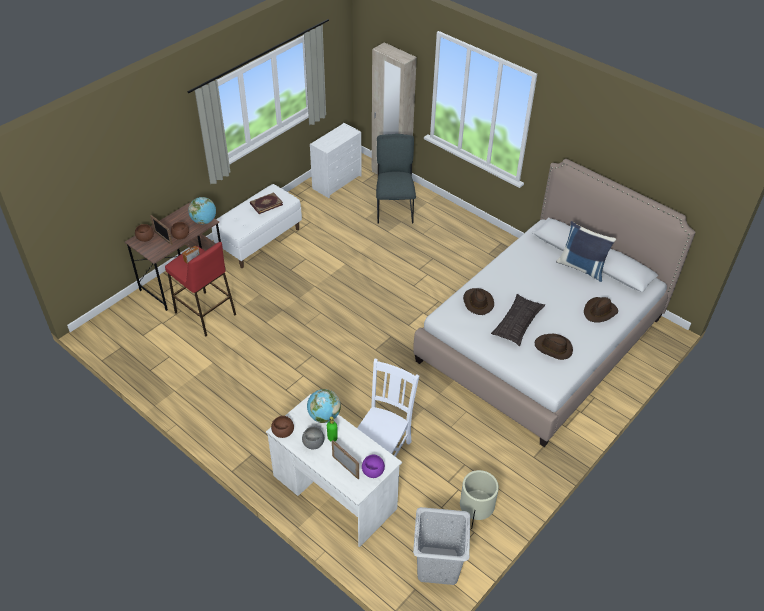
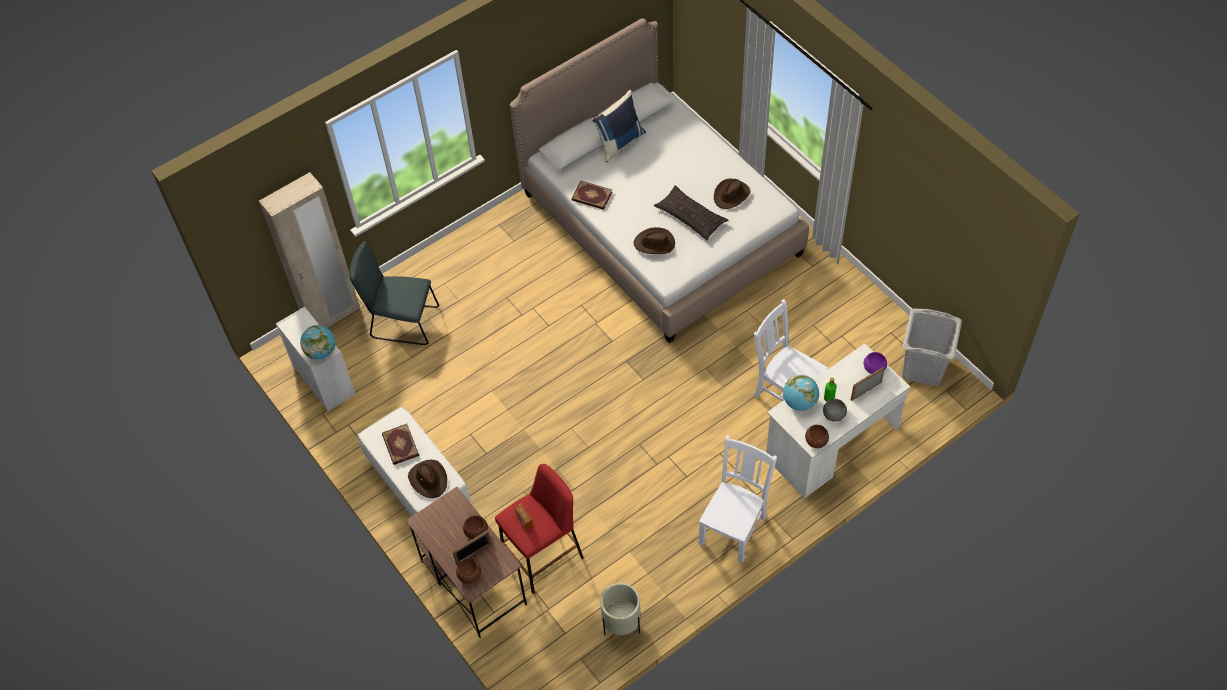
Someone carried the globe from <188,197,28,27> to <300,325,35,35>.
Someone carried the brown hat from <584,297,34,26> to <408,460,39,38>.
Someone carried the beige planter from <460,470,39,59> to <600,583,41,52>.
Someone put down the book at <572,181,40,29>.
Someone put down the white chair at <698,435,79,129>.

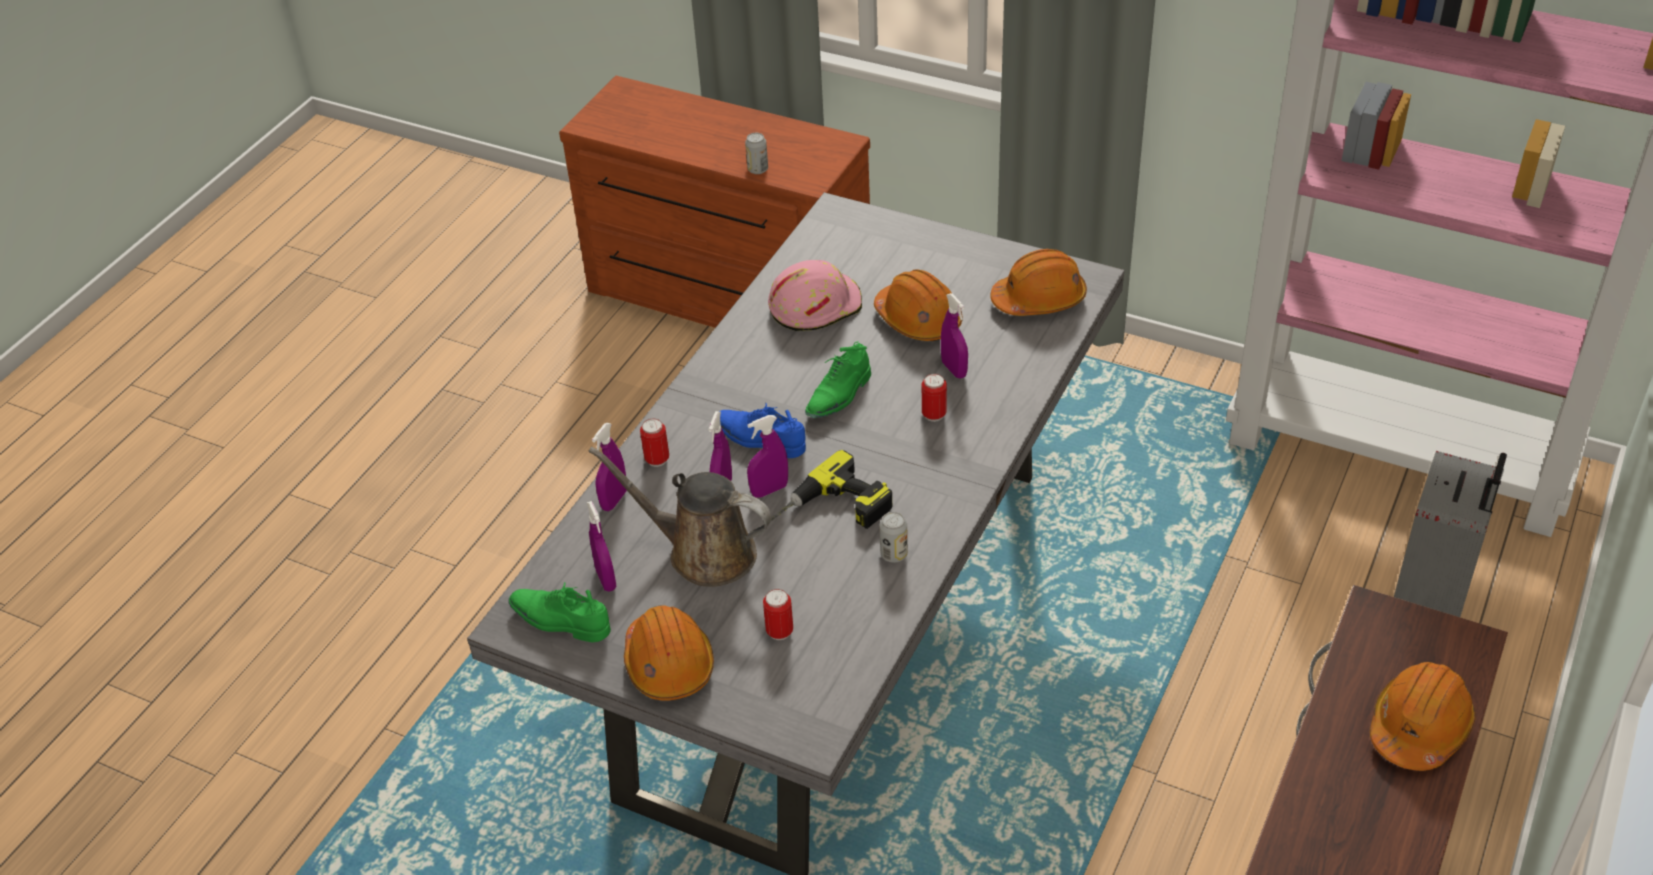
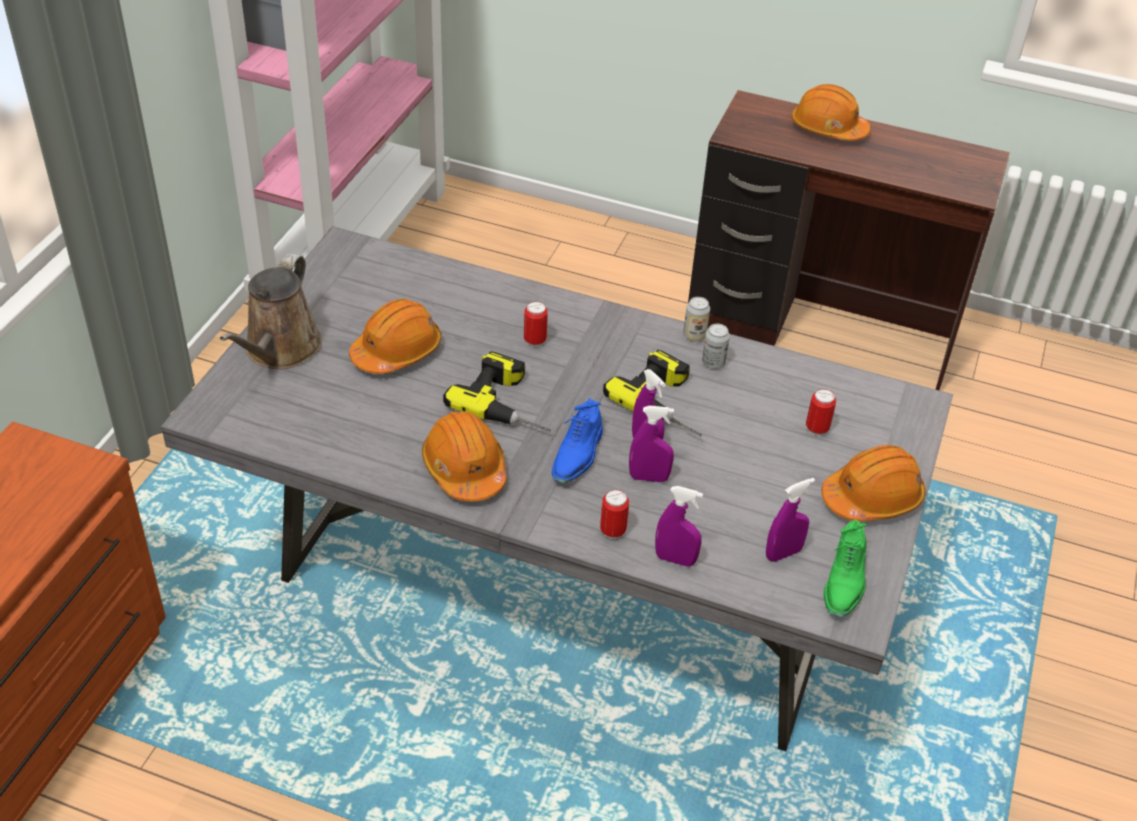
Someone carried the can from <745,133,23,41> to <683,297,27,45>.
Someone carried the orange hard hat from <990,249,97,67> to <422,412,85,89>.
Someone took away the pink hard hat at <768,260,94,71>.
Someone took away the purple spray bottle at <941,293,27,85>.
Someone swapped the green shoe at <805,342,66,77> for the power drill at <443,351,108,81>.
Someone carried the brown watering can from <588,446,184,141> to <220,253,102,116>.
Someone took away the grey suitcase at <1394,451,113,166>.

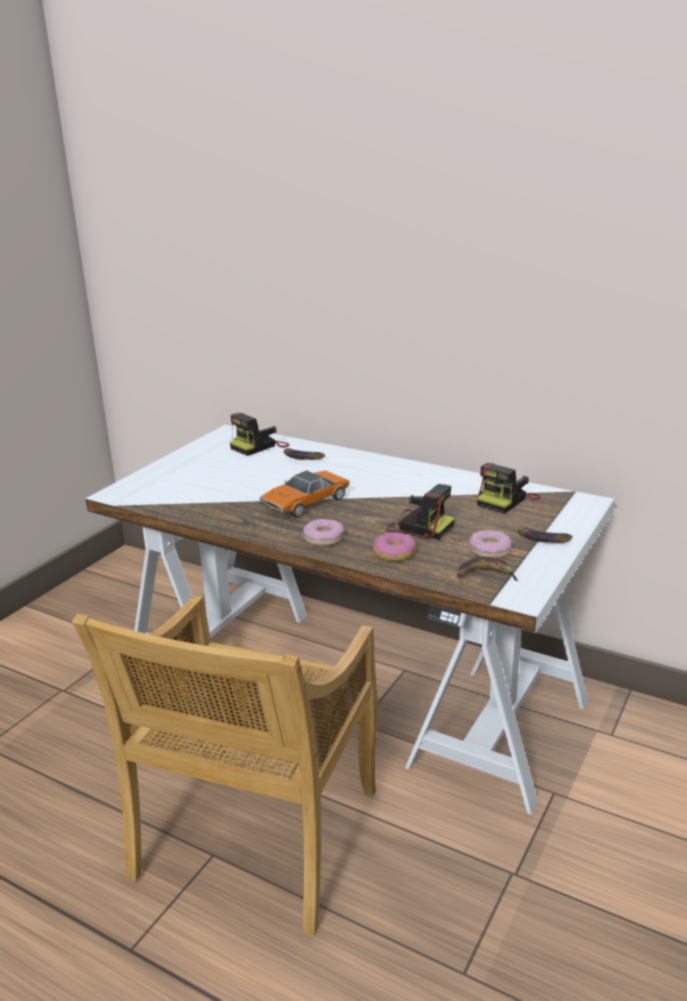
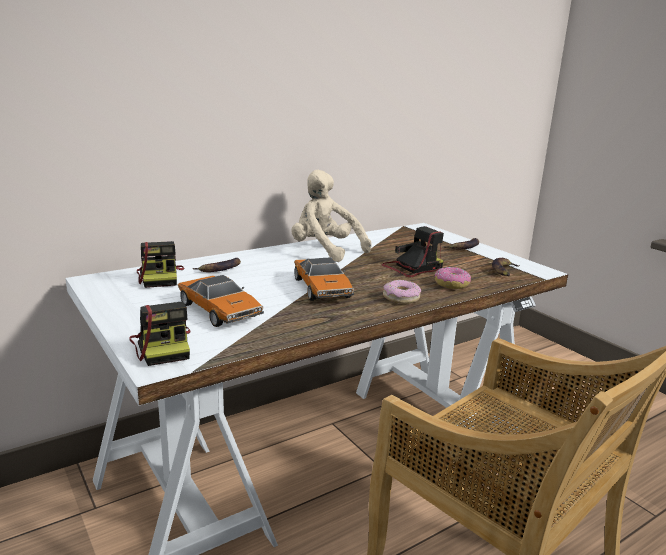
Someone carried the photo camera from <477,463,64,51> to <129,302,62,64>.
Someone took away the donut at <469,530,42,28>.
Someone put down the beige plush toy at <291,170,81,92>.
Someone put down the toy car at <177,275,87,52>.

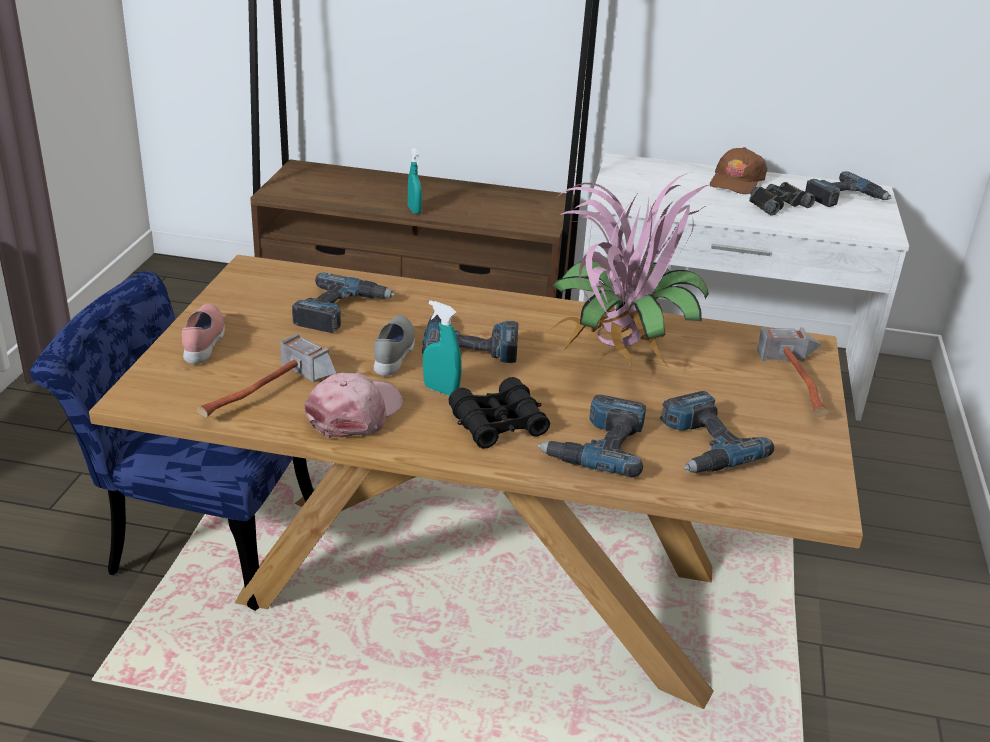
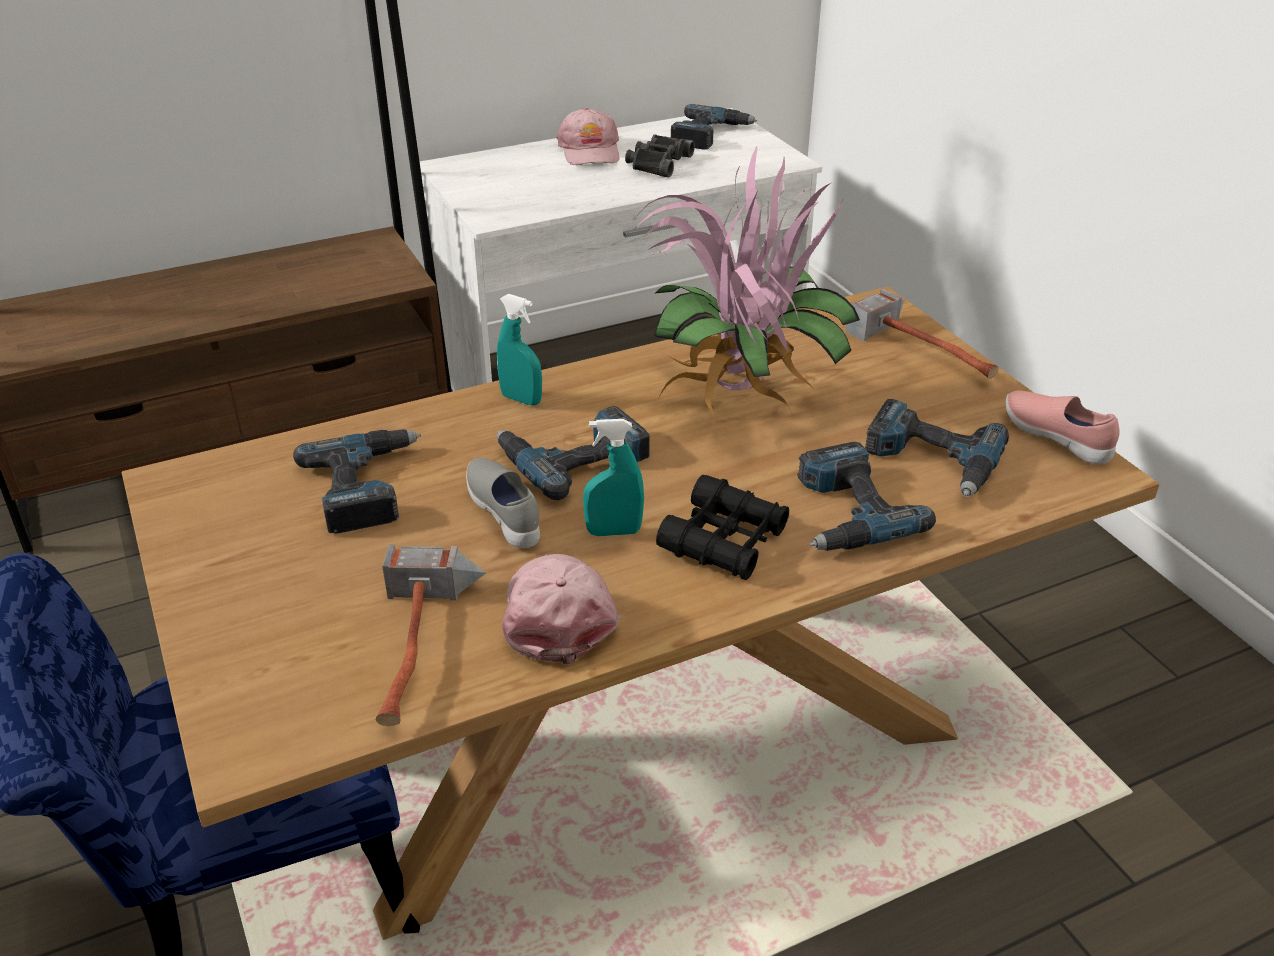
Someone repainted the brown cap at <710,147,57,47>, which became the pink cap at <557,107,63,58>.
Someone carried the turquoise spray bottle from <408,148,14,66> to <497,294,45,111>.
Someone carried the pink shoe from <182,304,43,60> to <1006,390,114,74>.

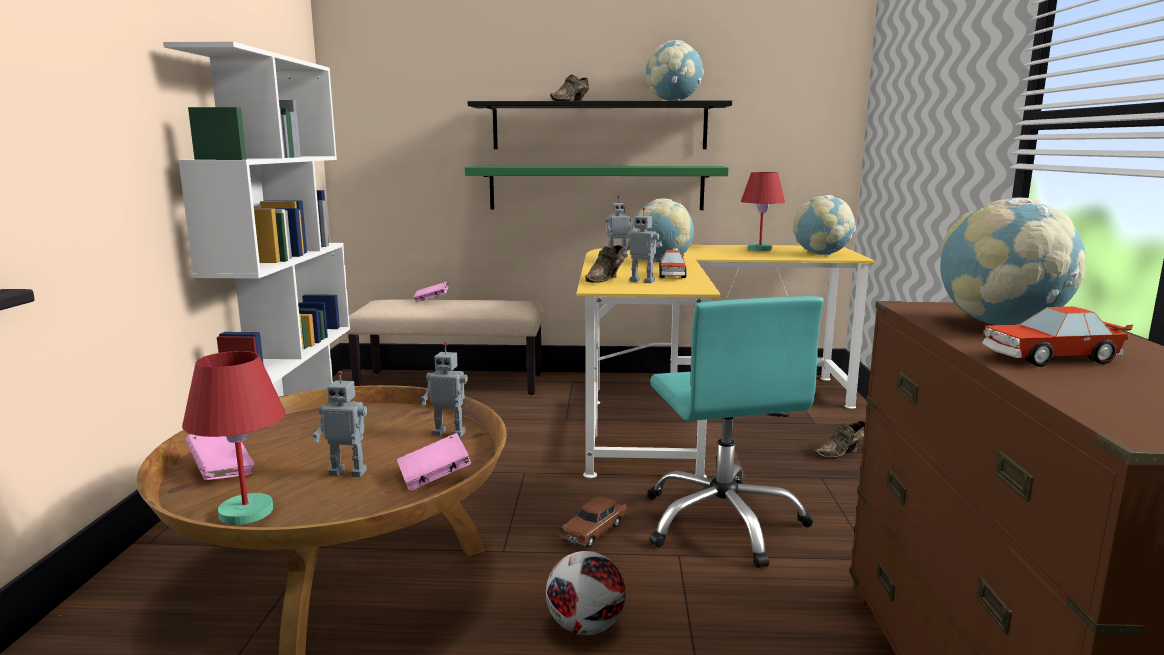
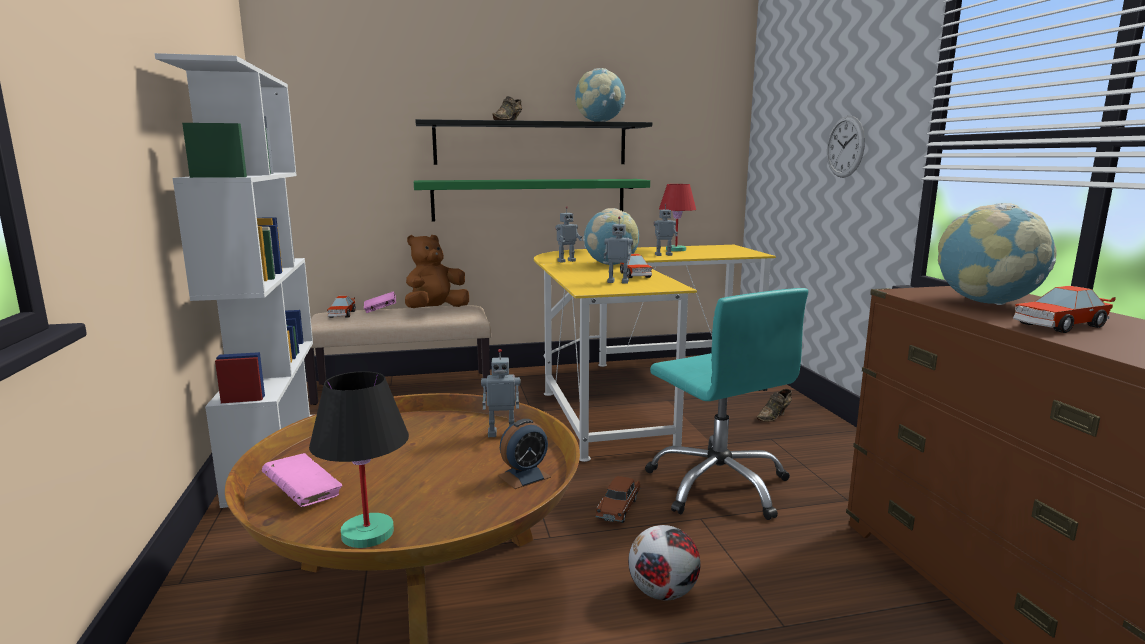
Someone took away the globe at <793,195,63,60>.
Someone took away the brown shoe at <585,245,39,38>.
Someone repainted the red table lamp at <182,351,103,174>, which became the black table lamp at <309,371,100,177>.
Someone carried the toy robot from <312,371,55,106> to <654,203,24,53>.
Someone swapped the pink book at <397,433,74,58> for the alarm clock at <498,419,53,70>.
Someone put up the wall clock at <827,115,38,63>.
Someone put down the brown plush toy at <405,235,64,73>.
Someone put down the toy car at <327,296,29,22>.

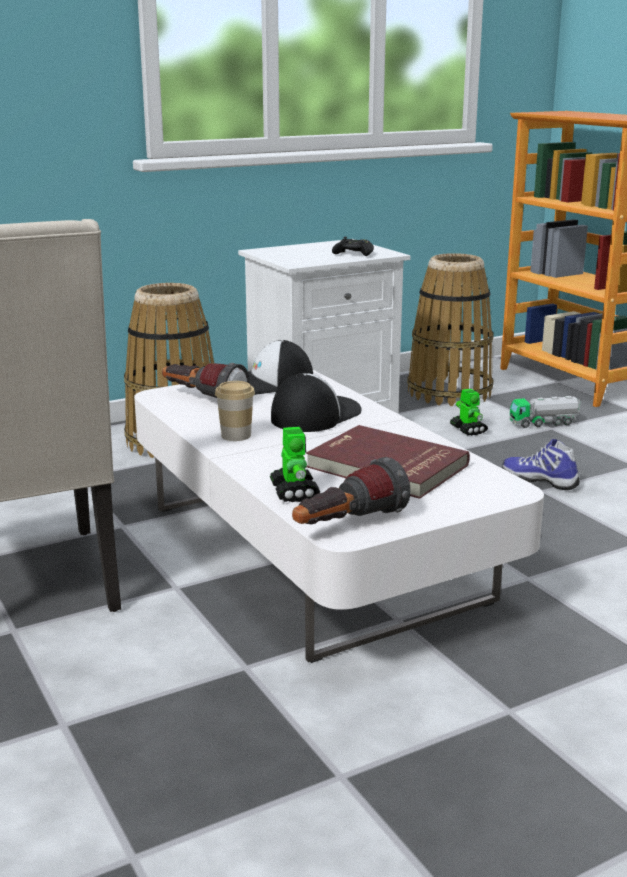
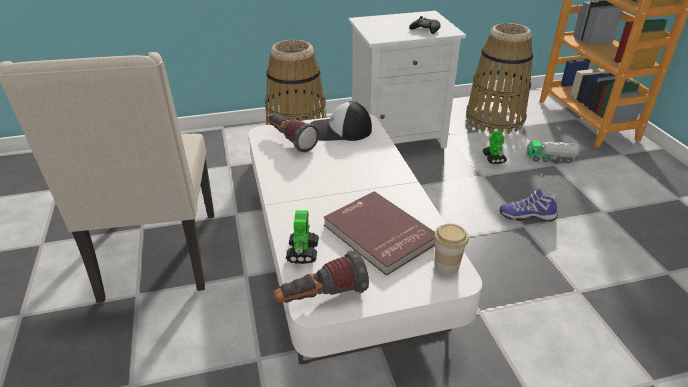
Someone took away the cap at <271,373,91,59>.
Someone carried the cup from <215,381,40,60> to <434,224,35,50>.
Someone rotated the shoe at <502,439,78,51> by 45 degrees counterclockwise.

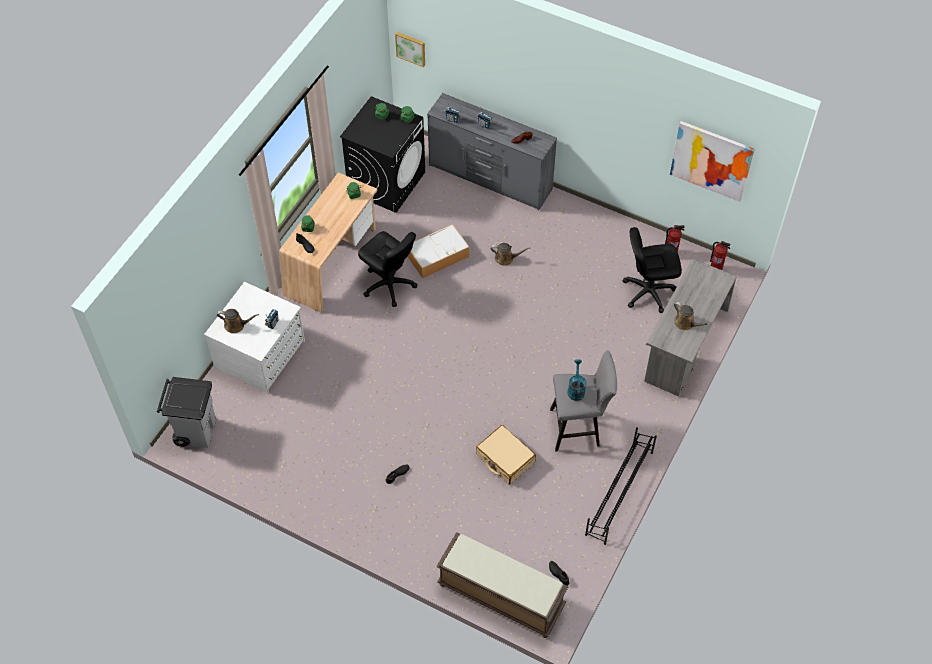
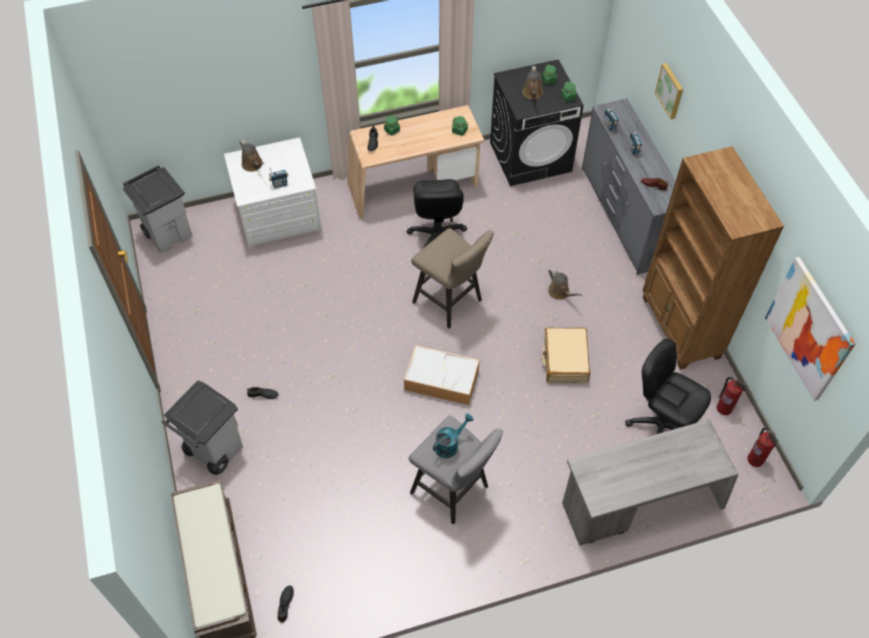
Someone carried the picture from <395,32,30,35> to <655,63,28,56>.
Someone carried the storage box from <407,224,62,54> to <404,345,76,60>.
Someone carried the brown watering can from <674,302,36,28> to <522,66,21,33>.
Someone carried the beige suitcase from <476,425,60,60> to <542,328,48,55>.
Someone took away the black shoe rack at <585,427,72,118>.
Someone put down the brown bookcase at <642,146,142,224>.
Someone put down the beige stool at <411,228,83,100>.
Someone put down the grey trash can at <162,381,81,94>.

